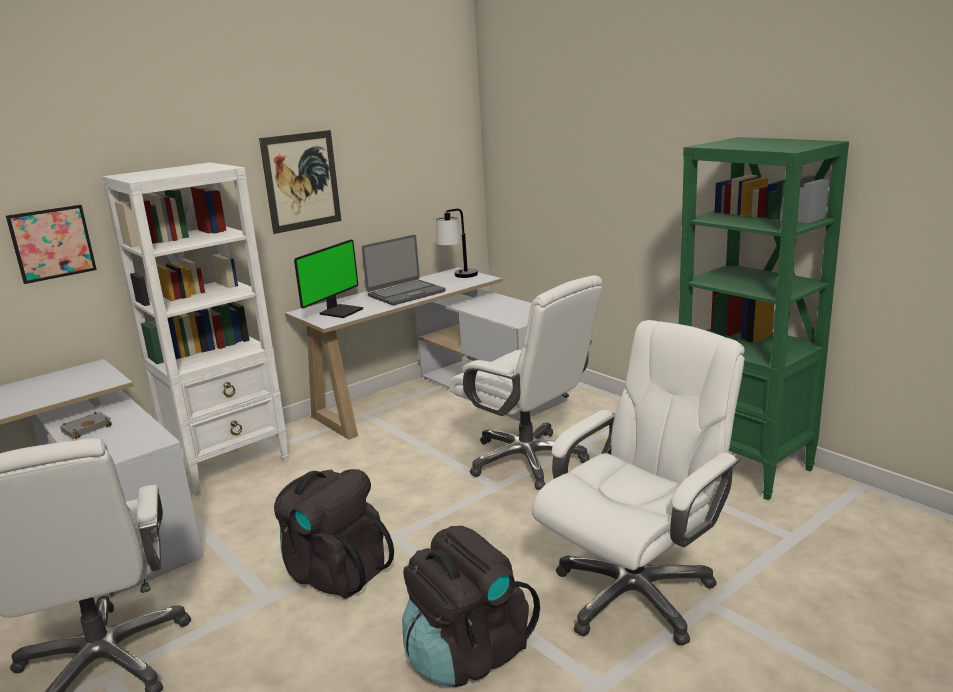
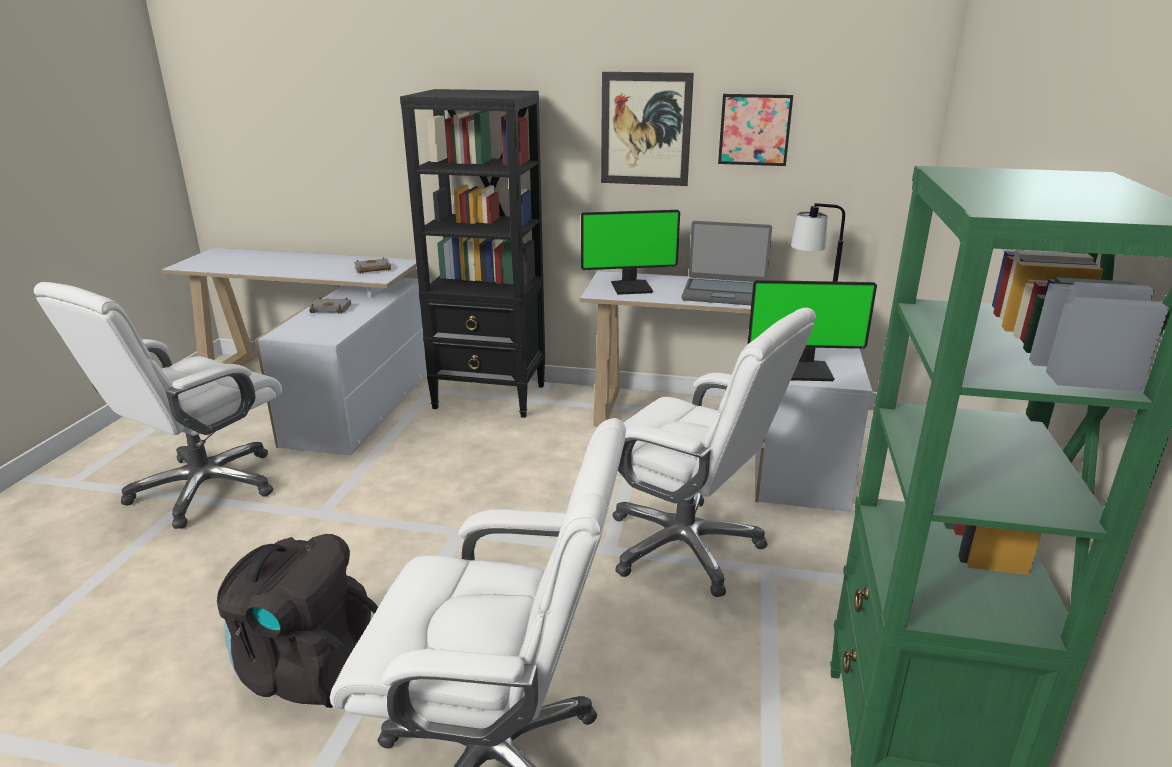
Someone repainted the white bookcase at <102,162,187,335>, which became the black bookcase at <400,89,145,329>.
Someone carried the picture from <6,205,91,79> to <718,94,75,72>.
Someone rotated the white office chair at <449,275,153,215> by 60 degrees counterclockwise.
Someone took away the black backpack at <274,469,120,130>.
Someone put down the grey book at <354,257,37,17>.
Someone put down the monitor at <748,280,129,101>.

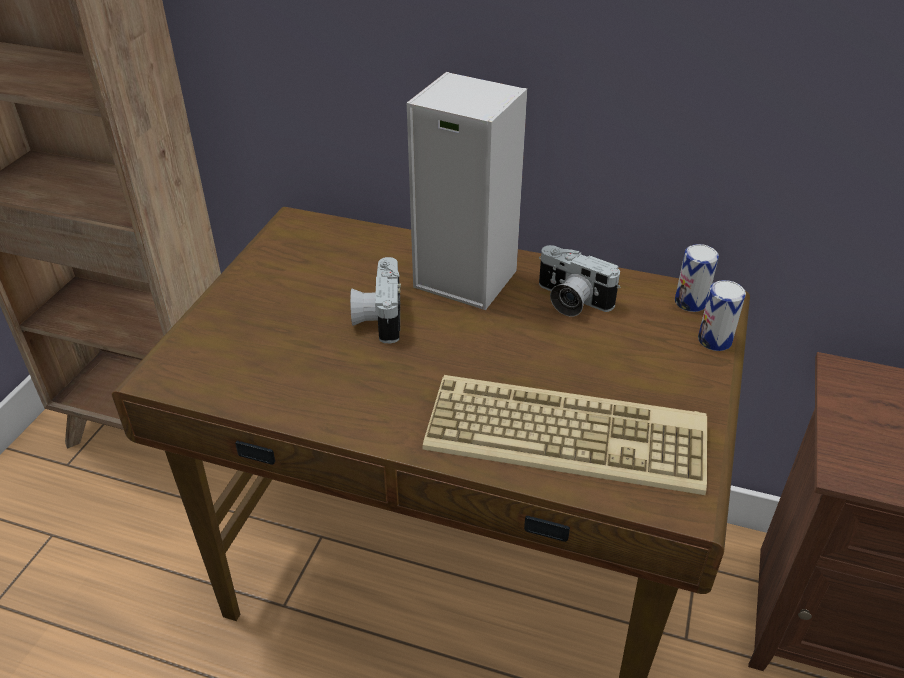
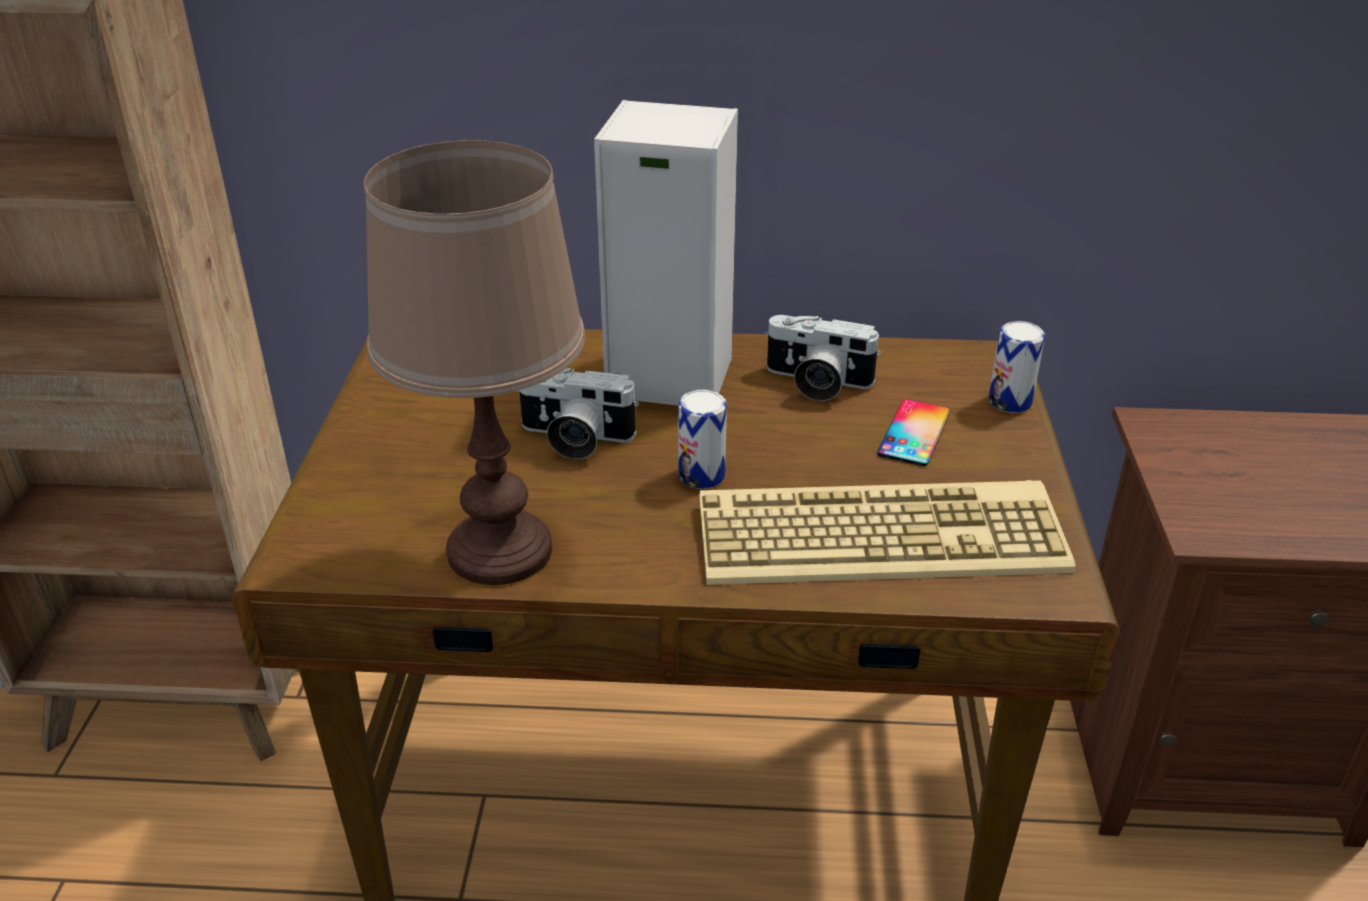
Someone carried the can from <675,244,44,68> to <678,390,49,99>.
Someone rotated the photo camera at <350,257,51,87> by 60 degrees counterclockwise.
Someone put down the brown table lamp at <364,140,221,445>.
Someone put down the phone at <877,399,73,67>.

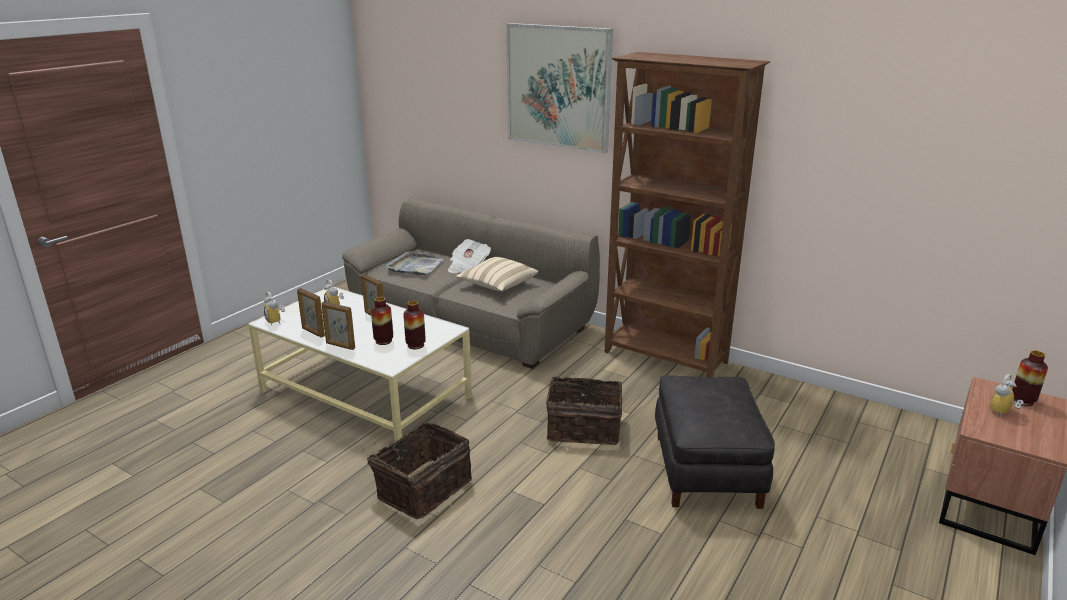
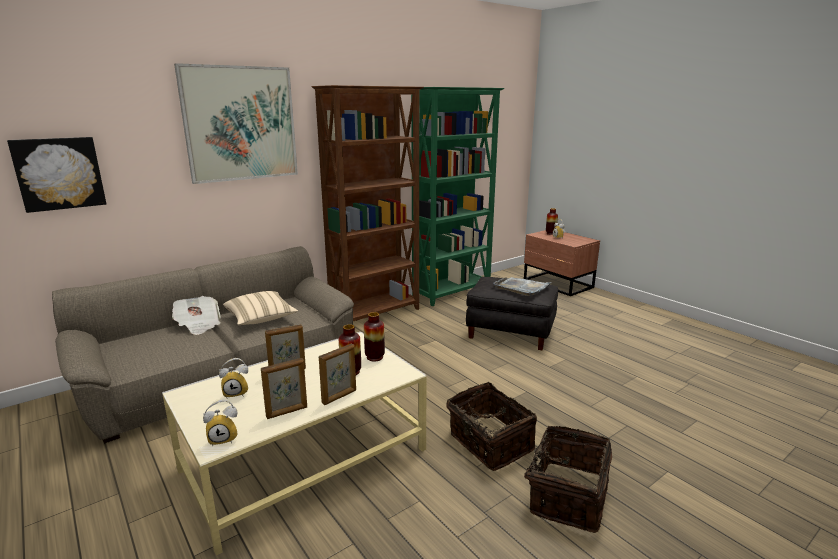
Someone carried the grey tray from <385,251,59,24> to <493,277,59,19>.
Someone carried the basket from <546,372,76,73> to <510,426,102,107>.
Someone put down the green bookcase at <411,87,93,219>.
Someone put up the picture at <7,137,99,76>.

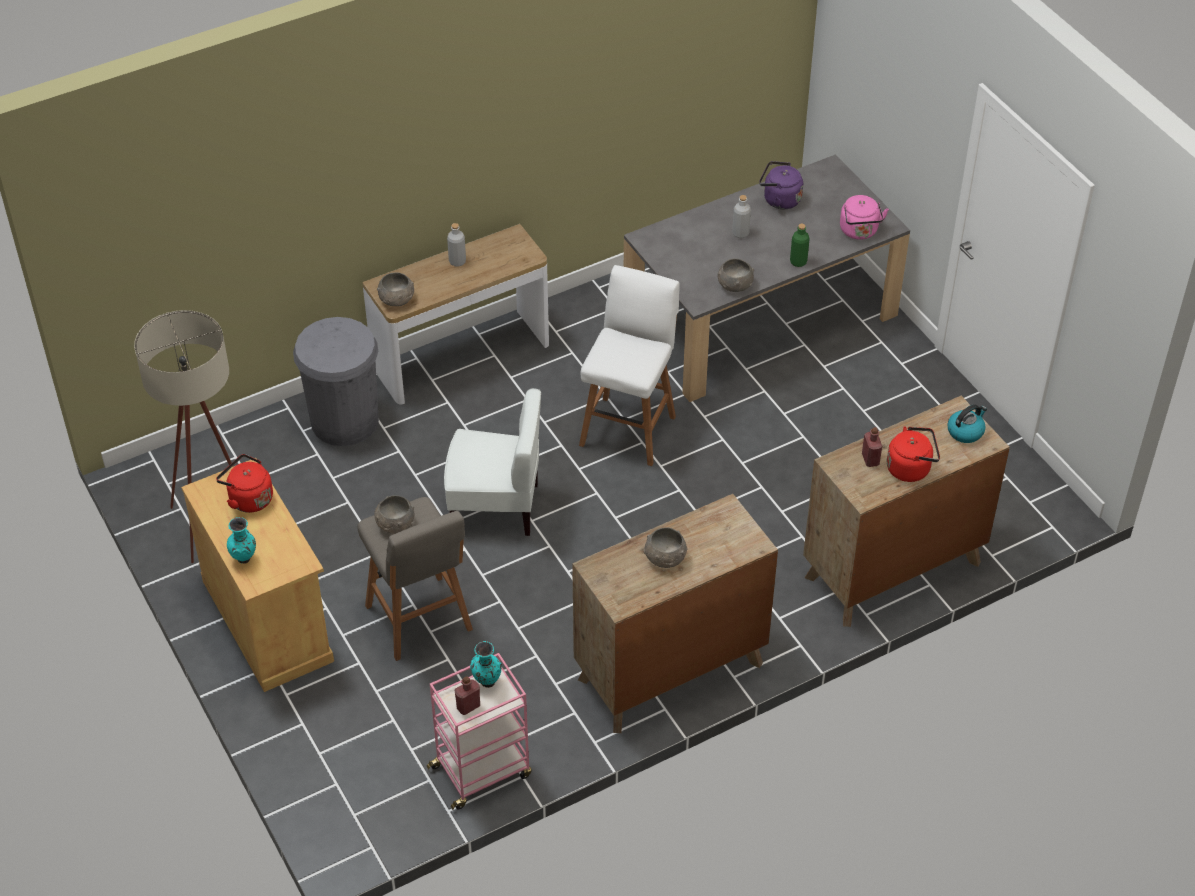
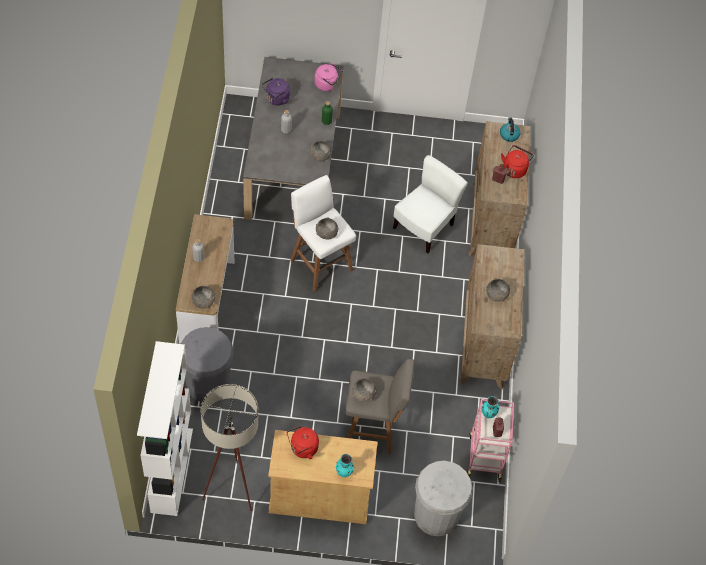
Someone carried the white chair from <444,388,97,148> to <393,155,75,98>.
Someone put down the grey bowl at <316,217,23,22>.
Someone put down the white bookcase at <137,341,56,175>.
Someone put down the white trash can at <414,461,59,75>.

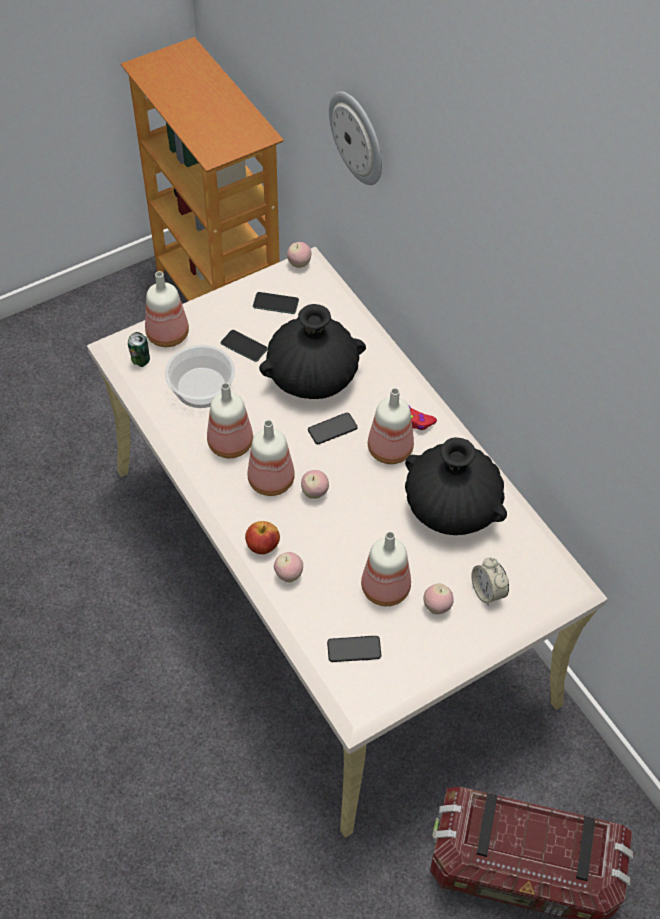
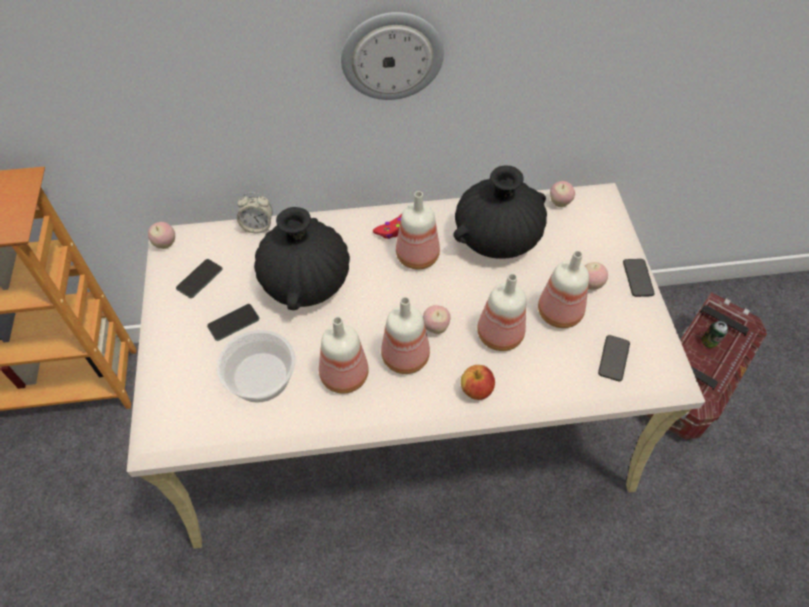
Someone carried the wall clock from <329,91,53,94> to <341,12,103,88>.
Someone carried the bottle from <145,271,44,76> to <477,274,49,77>.
Someone carried the can from <128,332,22,35> to <701,321,27,27>.
Someone carried the phone from <308,413,50,31> to <623,259,32,38>.
Someone carried the apple from <274,552,29,30> to <550,181,25,26>.
Someone carried the alarm clock from <471,557,38,48> to <237,193,36,40>.

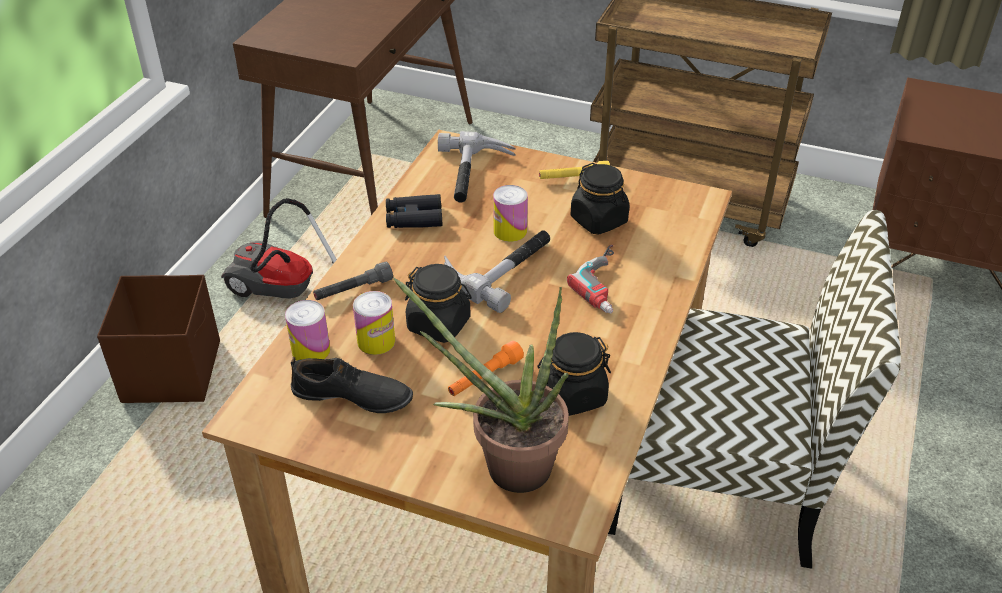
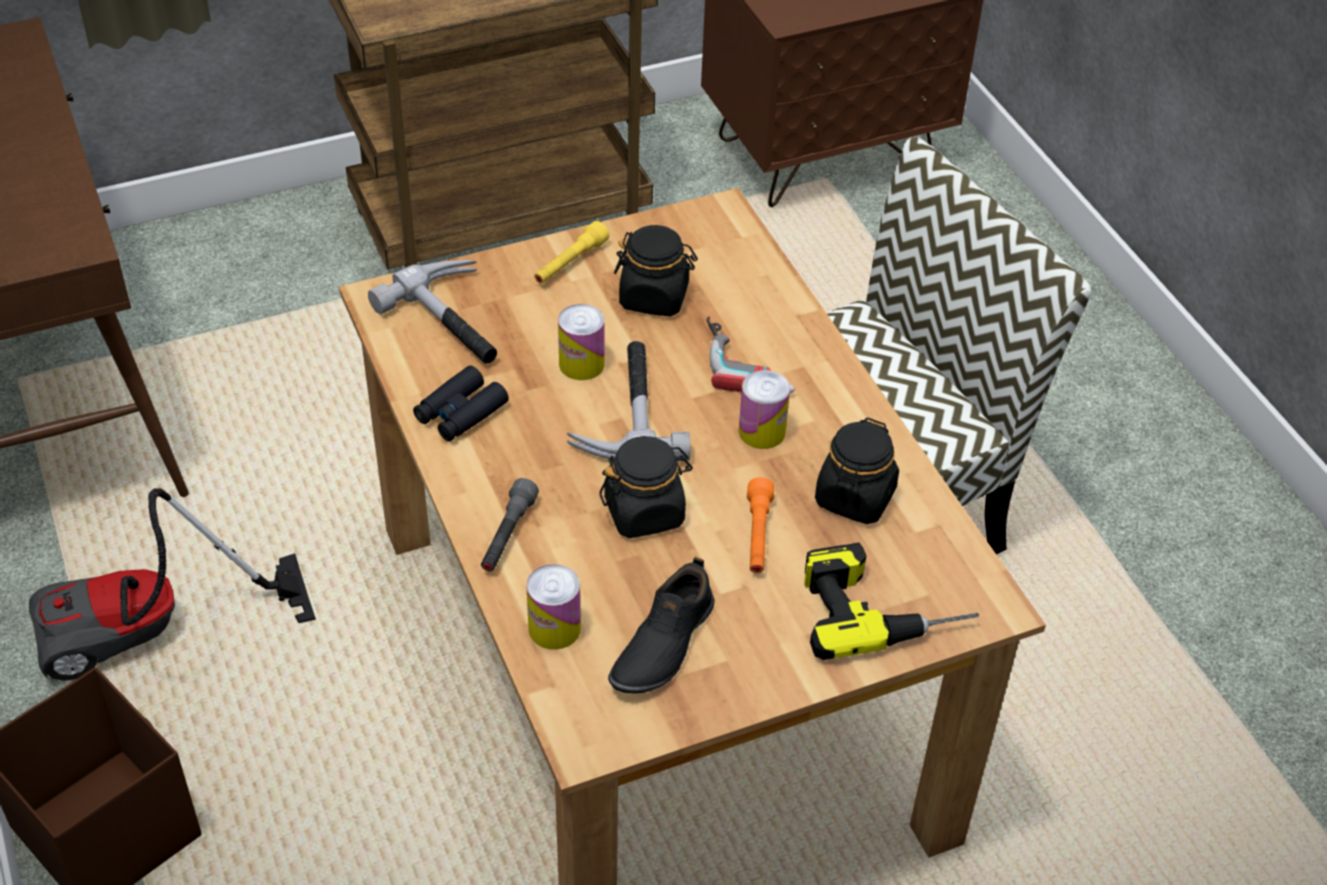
Someone swapped the potted plant at <393,278,176,215> for the power drill at <804,542,175,118>.
Someone carried the can from <353,291,42,64> to <739,370,51,79>.
Someone rotated the black shoe at <291,357,122,56> by 150 degrees clockwise.

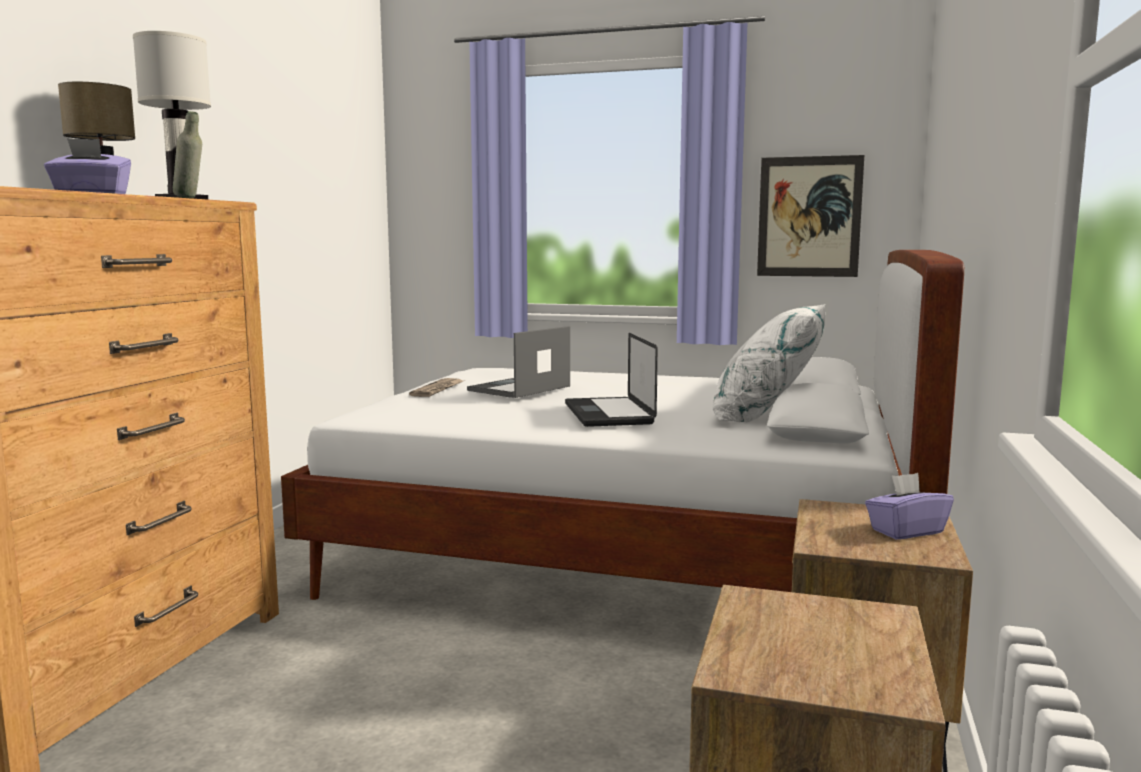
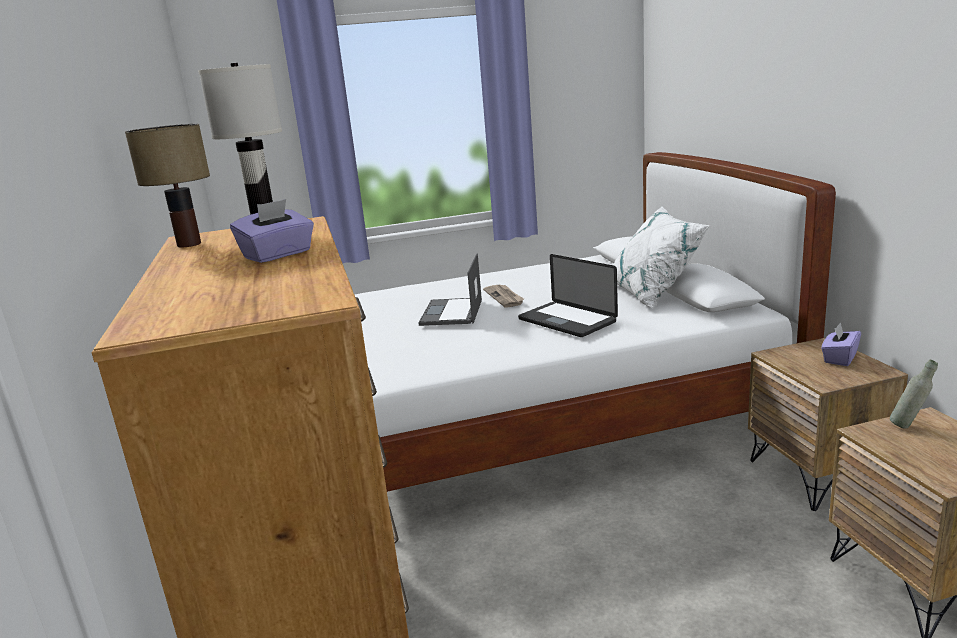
Someone carried the grey bottle from <173,111,29,87> to <890,360,48,69>.
Someone took away the picture at <757,155,107,122>.
Someone carried the newspaper from <409,378,54,19> to <483,285,41,23>.

